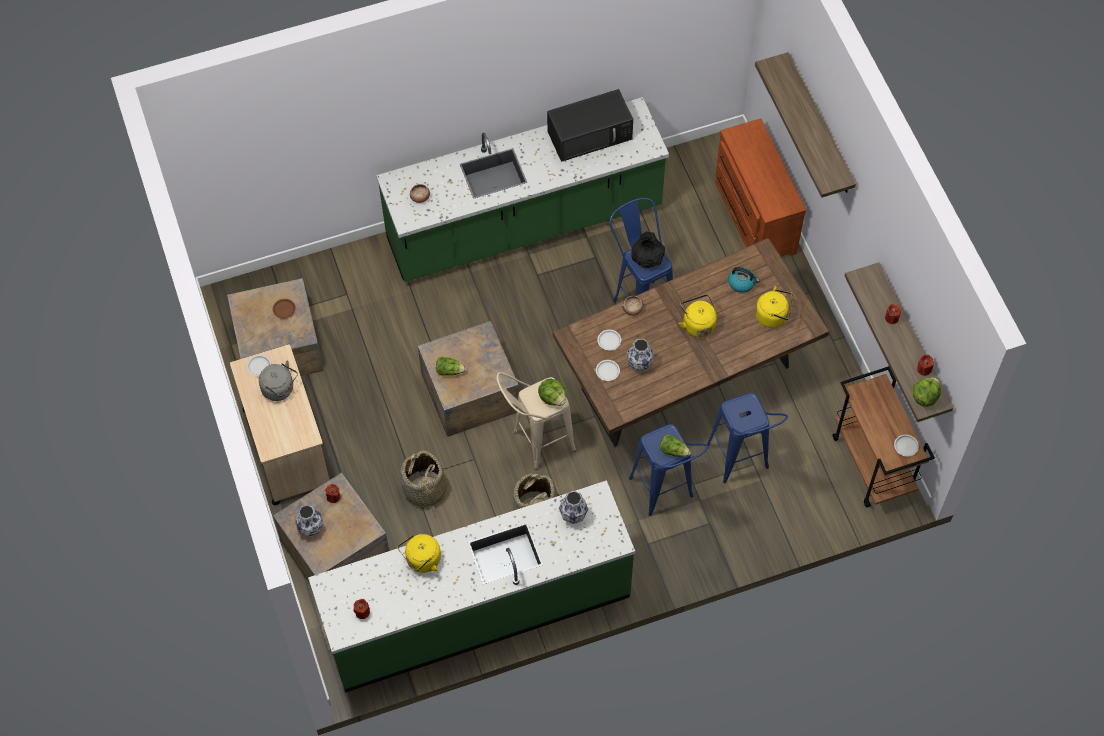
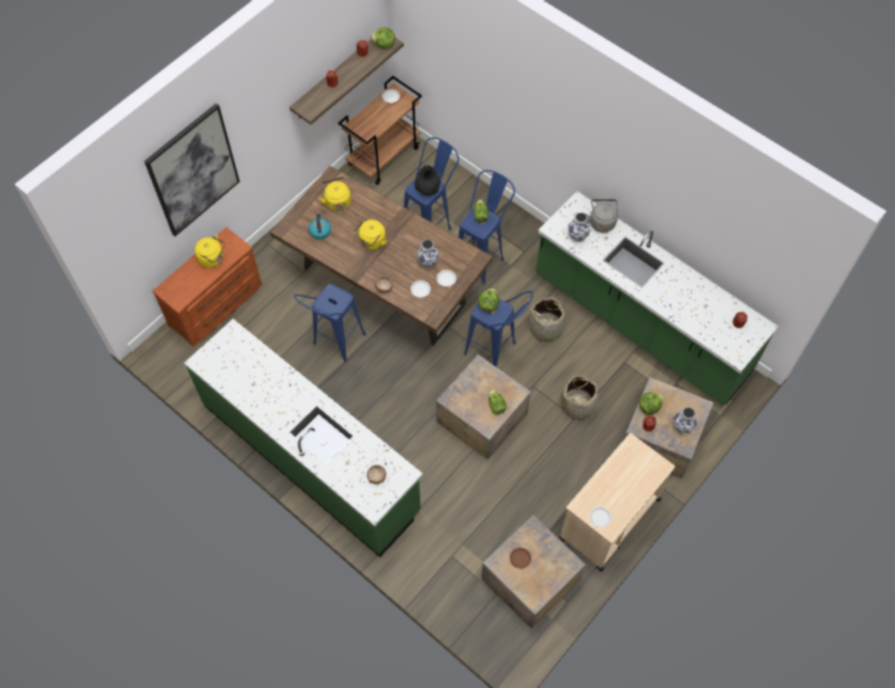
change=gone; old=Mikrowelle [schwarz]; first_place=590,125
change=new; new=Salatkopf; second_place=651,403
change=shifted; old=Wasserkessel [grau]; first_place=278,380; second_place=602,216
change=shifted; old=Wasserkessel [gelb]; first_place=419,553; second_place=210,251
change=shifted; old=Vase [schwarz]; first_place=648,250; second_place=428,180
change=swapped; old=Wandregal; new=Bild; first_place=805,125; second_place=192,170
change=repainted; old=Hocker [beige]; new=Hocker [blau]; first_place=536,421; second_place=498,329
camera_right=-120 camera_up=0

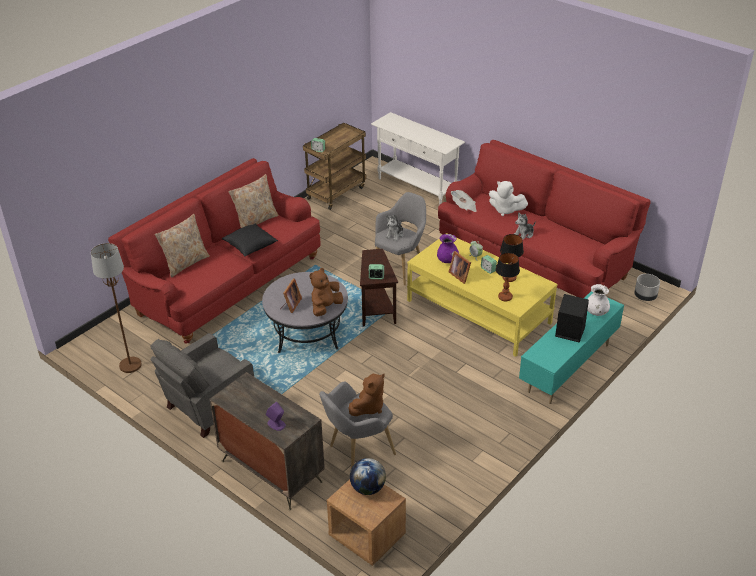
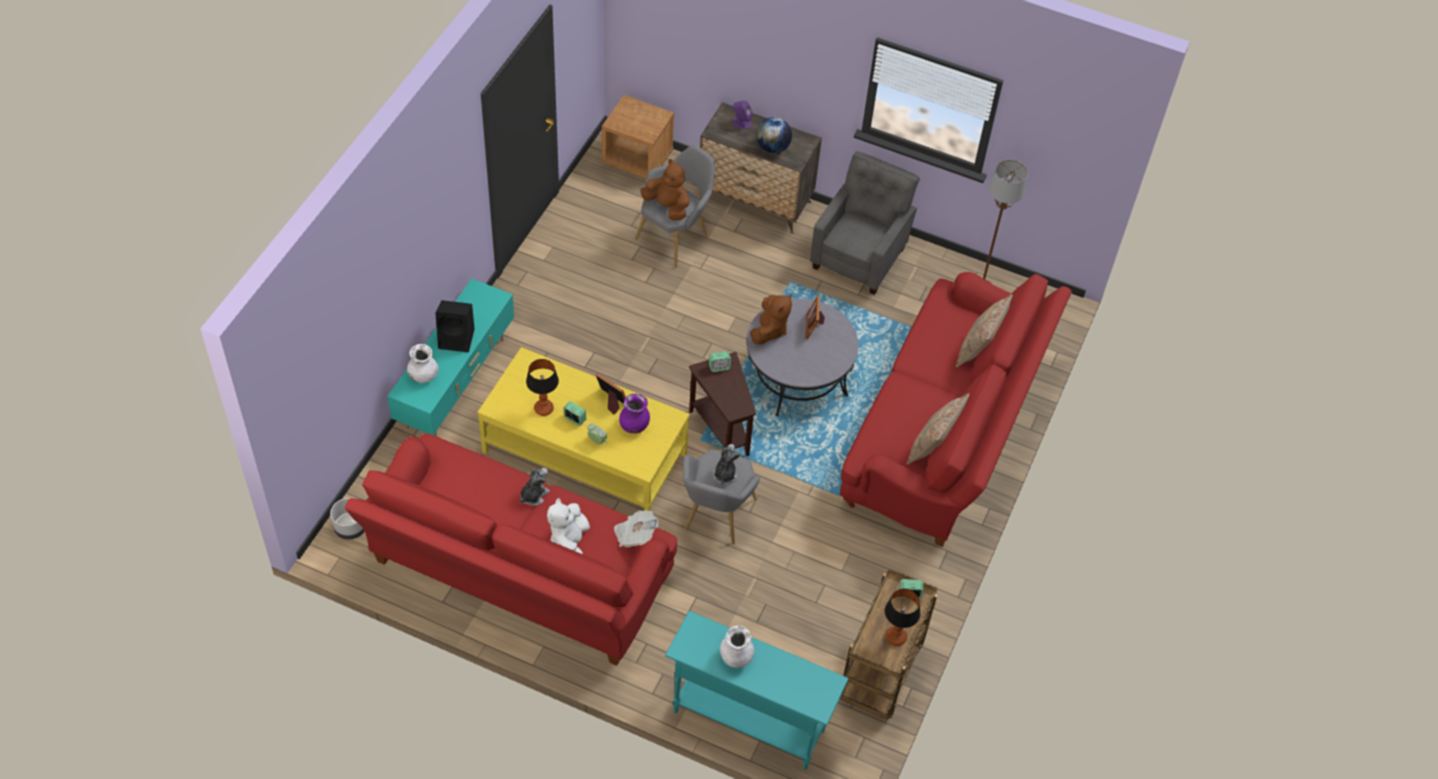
change=gone; old=Kissen [schwarz]; first_place=250,240
change=new; new=Vase [weiß]; second_place=737,646
change=shifted; old=Globus; first_place=368,476; second_place=774,135
change=shifted; old=Tischlampe; first_place=508,277; second_place=902,617
change=repainted; old=Konsolentisch [weiß]; new=Konsolentisch [türkis]; first_place=418,158; second_place=757,690
change=rotated; old=Plüschtier [braun]; first_place=367,395; second_place=665,190; degrees=105
change=rotated; old=Plüschtier [weiß]; first_place=508,198; second_place=568,526; degrees=-90
camera_right=160 camera_up=15

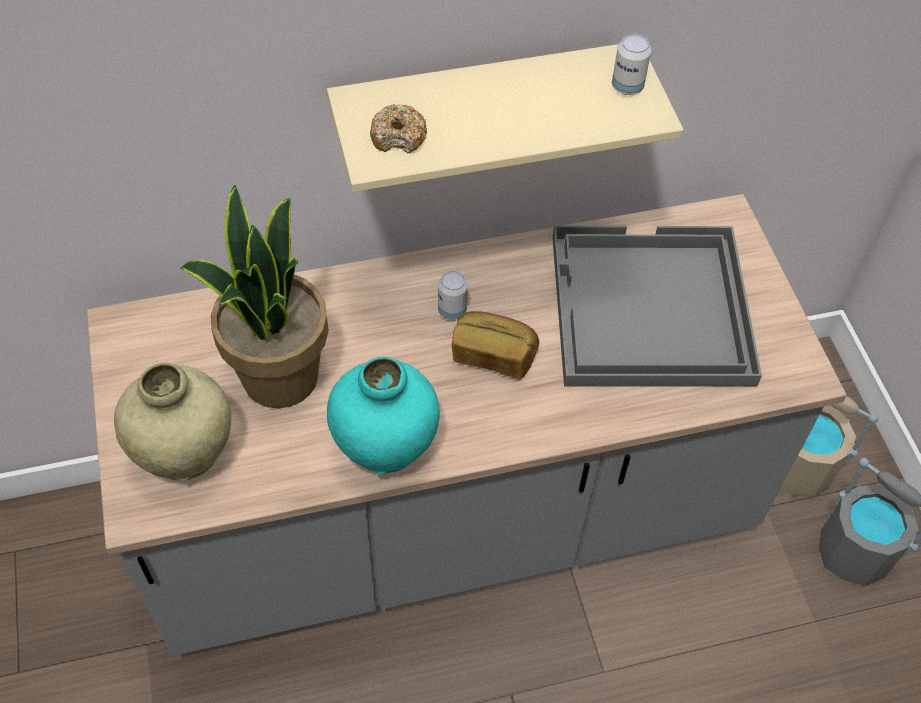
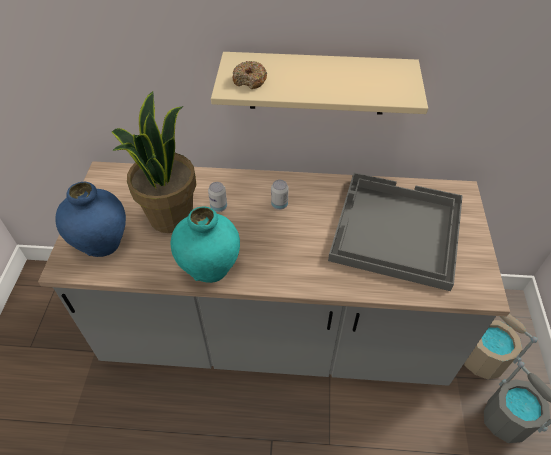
change=gone; old=Brot; first_place=495,345
change=shifted; old=Dose; first_place=631,64; second_place=217,197
change=repainted; old=Vase [beige]; new=Vase [blau]; first_place=172,422; second_place=90,219
camera_right=20 camera_up=-5

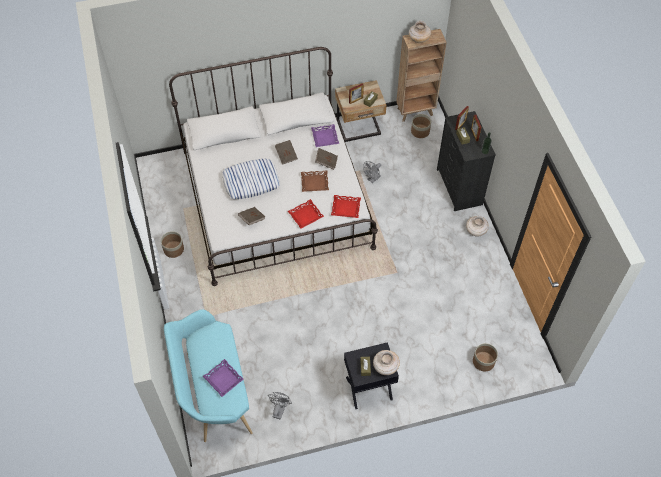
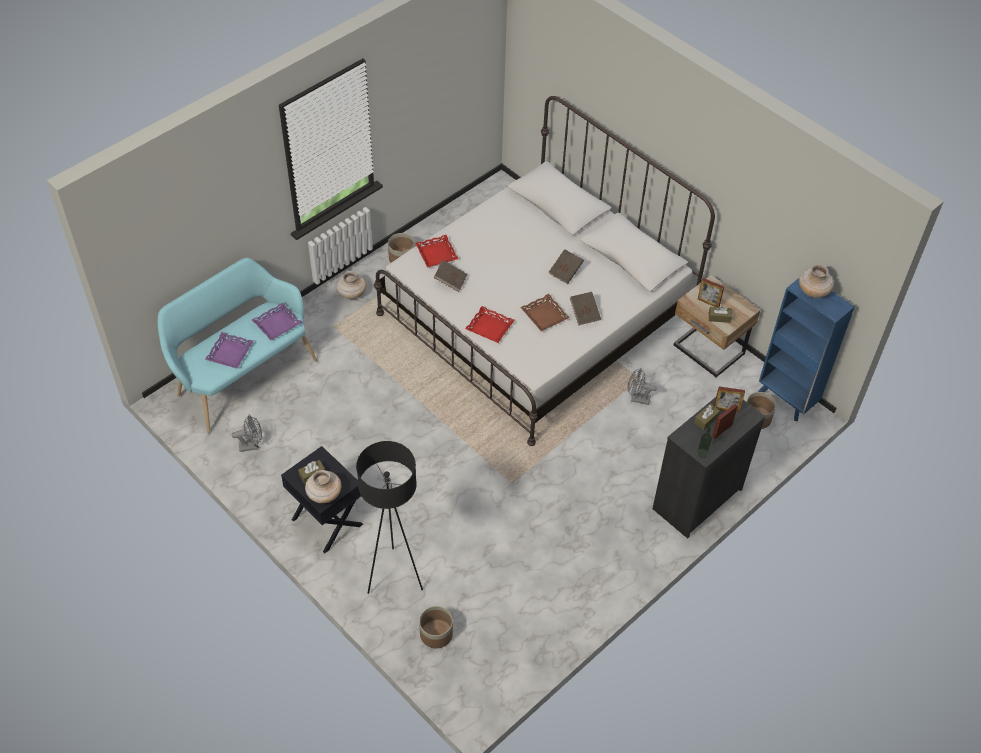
change=gone; old=Kissen; first_place=251,179
change=new; new=Stehlampe [schwarz]; second_place=389,517
change=shifted; old=Tablett [lila]; first_place=325,135; second_place=277,322
change=shifted; old=Tablett [rot]; first_place=346,206; second_place=437,251
change=shifted; old=Vase [beige]; first_place=477,226; second_place=351,285
change=repainted; old=Bücherregal [braun]; new=Bücherregal [blau]; first_place=421,75; second_place=806,349
camera_right=60 camera_up=-5

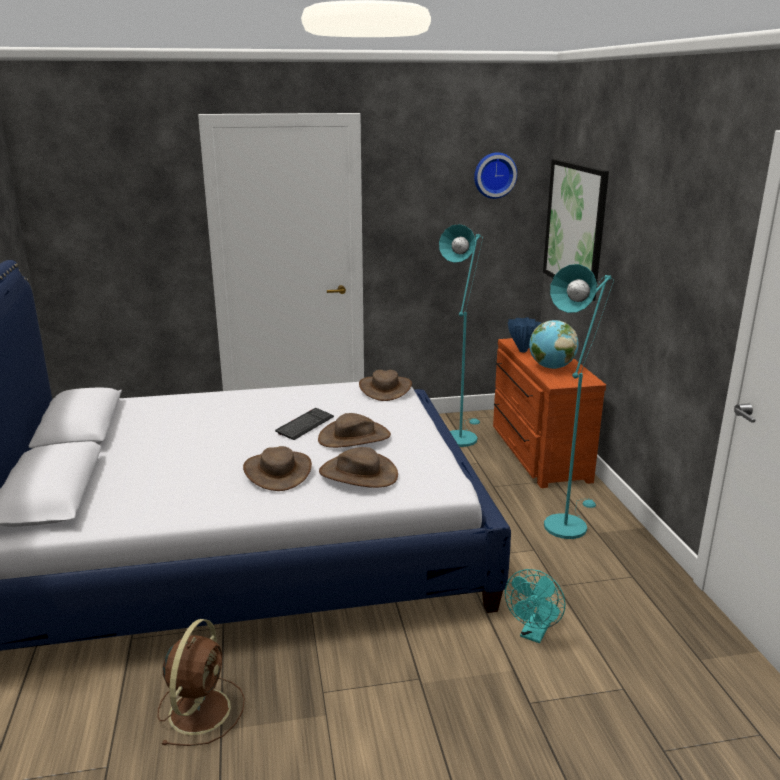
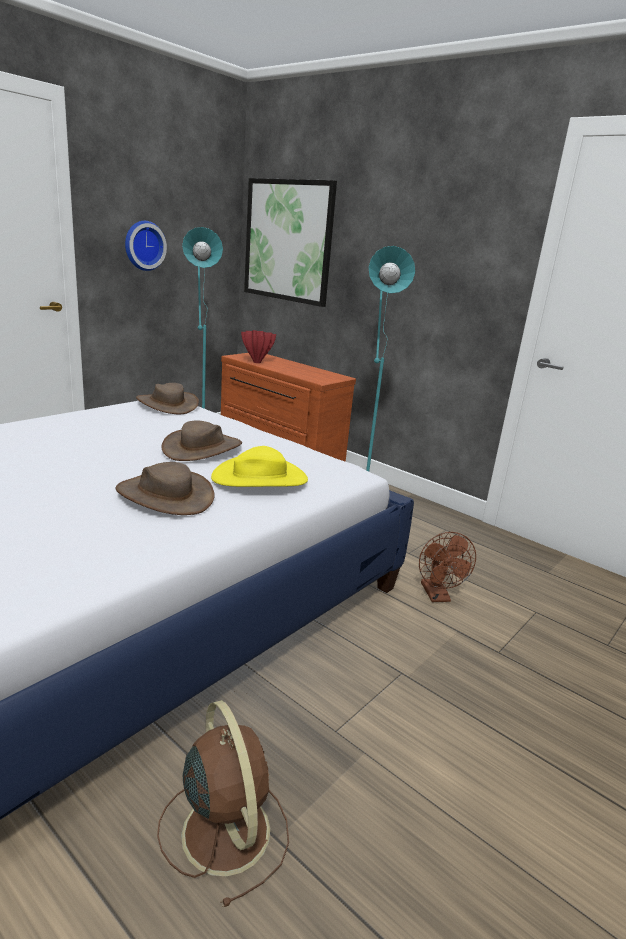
change=gone; old=Tastatur; first_place=304,424
change=gone; old=Globus; first_place=553,344
change=shifted; old=Wanduhr; first_place=495,175; second_place=146,246
change=repainted; old=Hut [braun]; new=Hut [gelb]; first_place=358,467; second_place=259,466
change=repainted; old=Ventilator [türkis]; new=Ventilator [braun]; first_place=535,606; second_place=447,567
change=repainted; old=Vase [blau]; new=Vase [rot]; first_place=524,334; second_place=258,346
camera_right=-40 camera_up=0

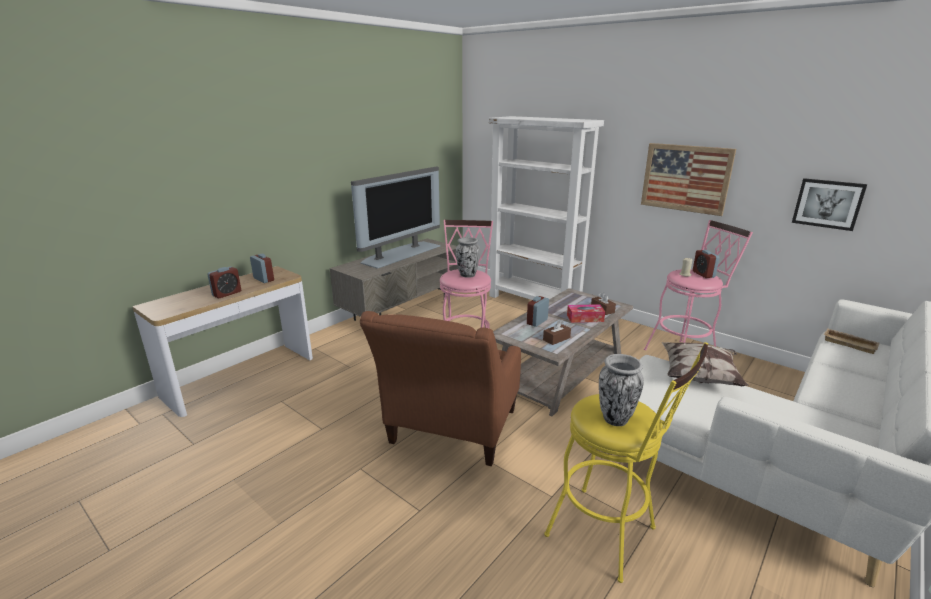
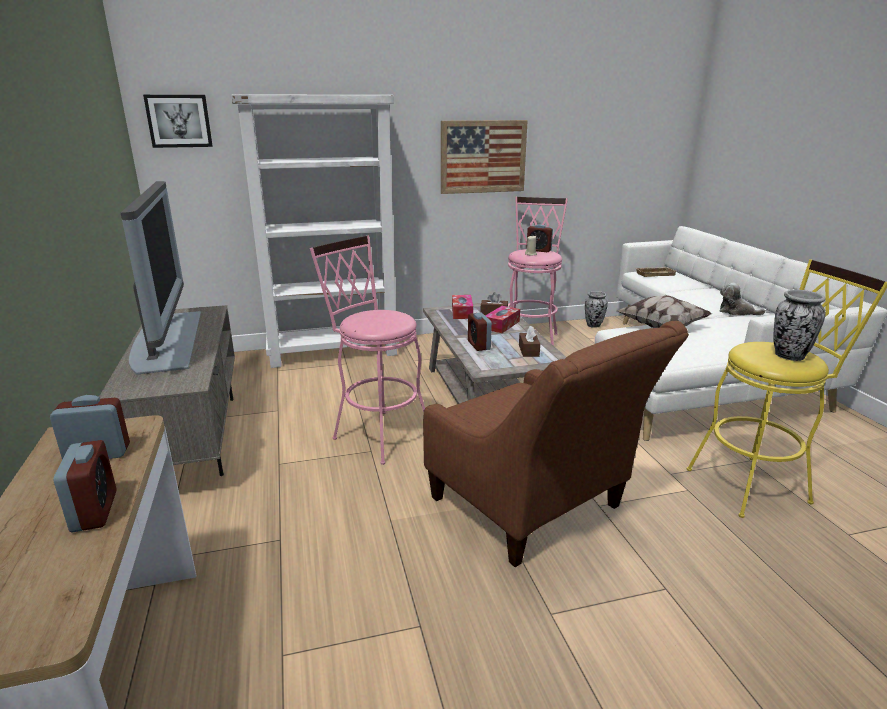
change=new; new=Taschentuchbox; second_place=462,307
change=new; new=Plüschtier; second_place=742,299
change=shifted; old=Vase; first_place=468,257; second_place=596,309
change=shifted; old=Bild; first_place=829,204; second_place=178,121
camera_right=-55 camera_up=0

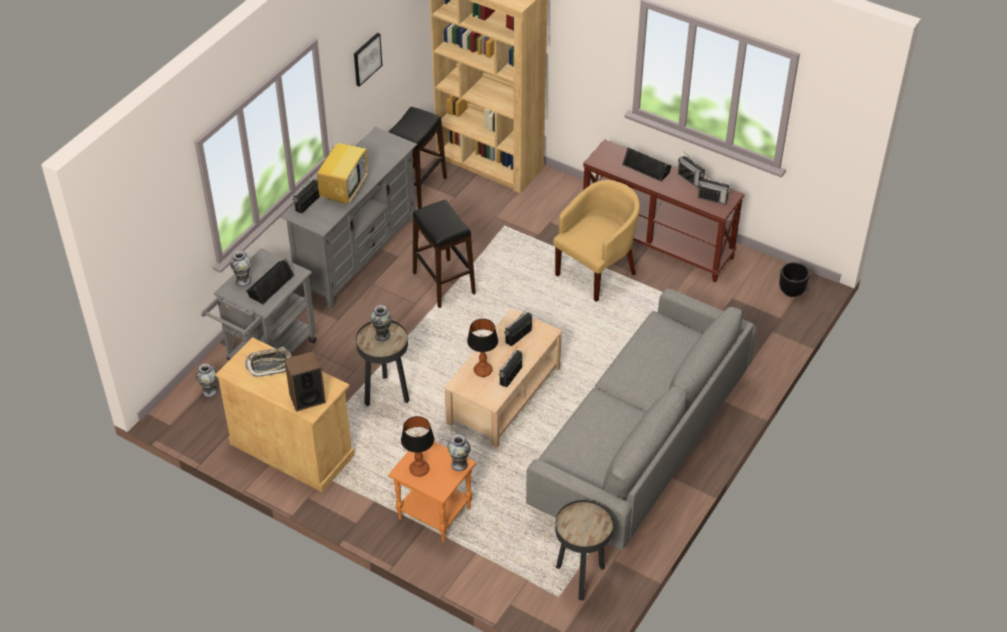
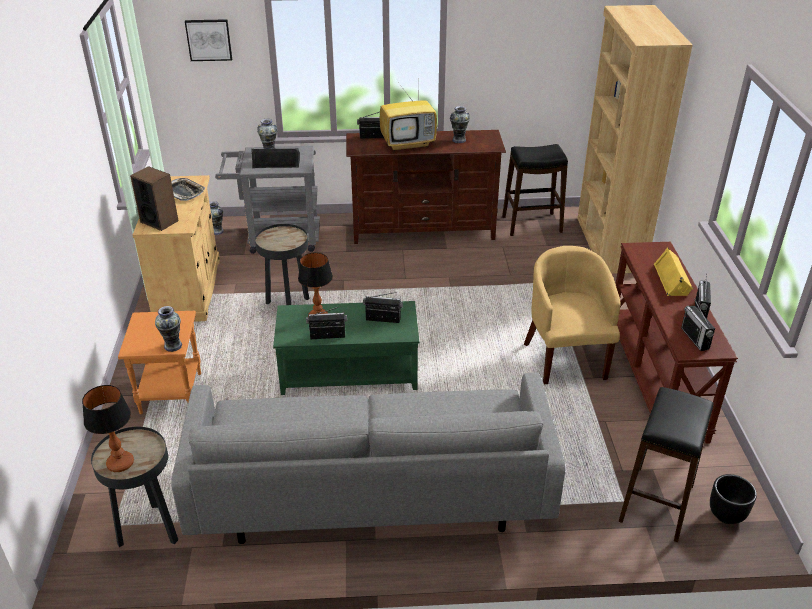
change=shifted; old=Bild; first_place=368,60; second_place=208,40
change=shifted; old=Vase; first_place=381,323; second_place=460,124
change=shifted; old=Tischlampe; first_place=417,446; second_place=108,428
change=shifted; old=Hocker [schwarz]; first_place=444,254; second_place=666,464
change=repainted; old=Fernsehschrank [grau]; new=Fernsehschrank [braun]; first_place=348,218; second_place=426,187
change=repainted; old=Couchtisch [beige]; new=Couchtisch [grün]; first_place=503,378; second_place=346,348
change=repainted; old=Lautsprecher [schwarz]; new=Lautsprecher [gelb]; first_place=647,164; second_place=673,271
change=rotated; old=Sessel [gelb]; first_place=596,241; second_place=572,315; degrees=-105
camera_right=55 camera_up=-10

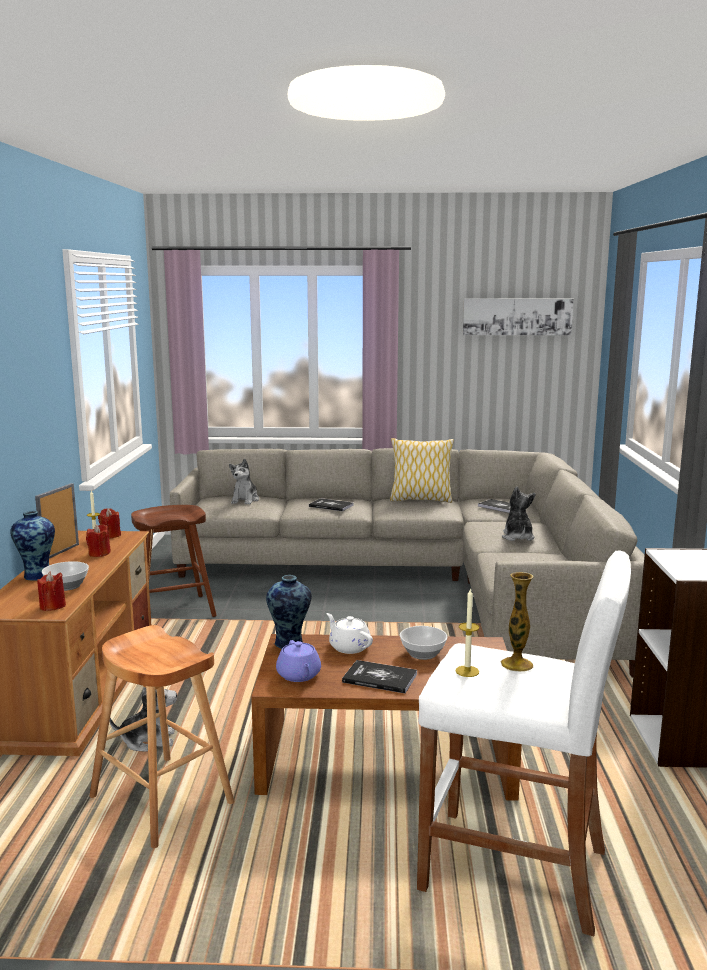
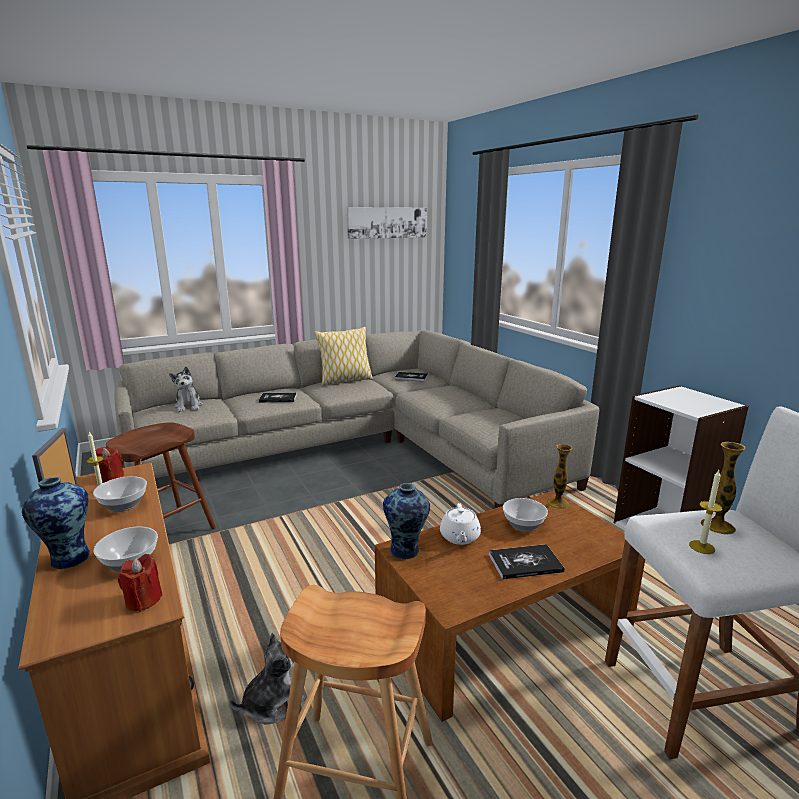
change=gone; old=Teekanne [lila]; first_place=298,661
change=gone; old=Plüschtier; first_place=519,513
change=new; new=Vase; second_place=560,476
change=swapped; old=Kerze [rot]; new=Schüssel; first_place=98,540; second_place=120,494
change=rotated; old=Teekanne [weiß]; first_place=350,633; second_place=460,524; degrees=-105
camera_right=-30 camera_up=5

